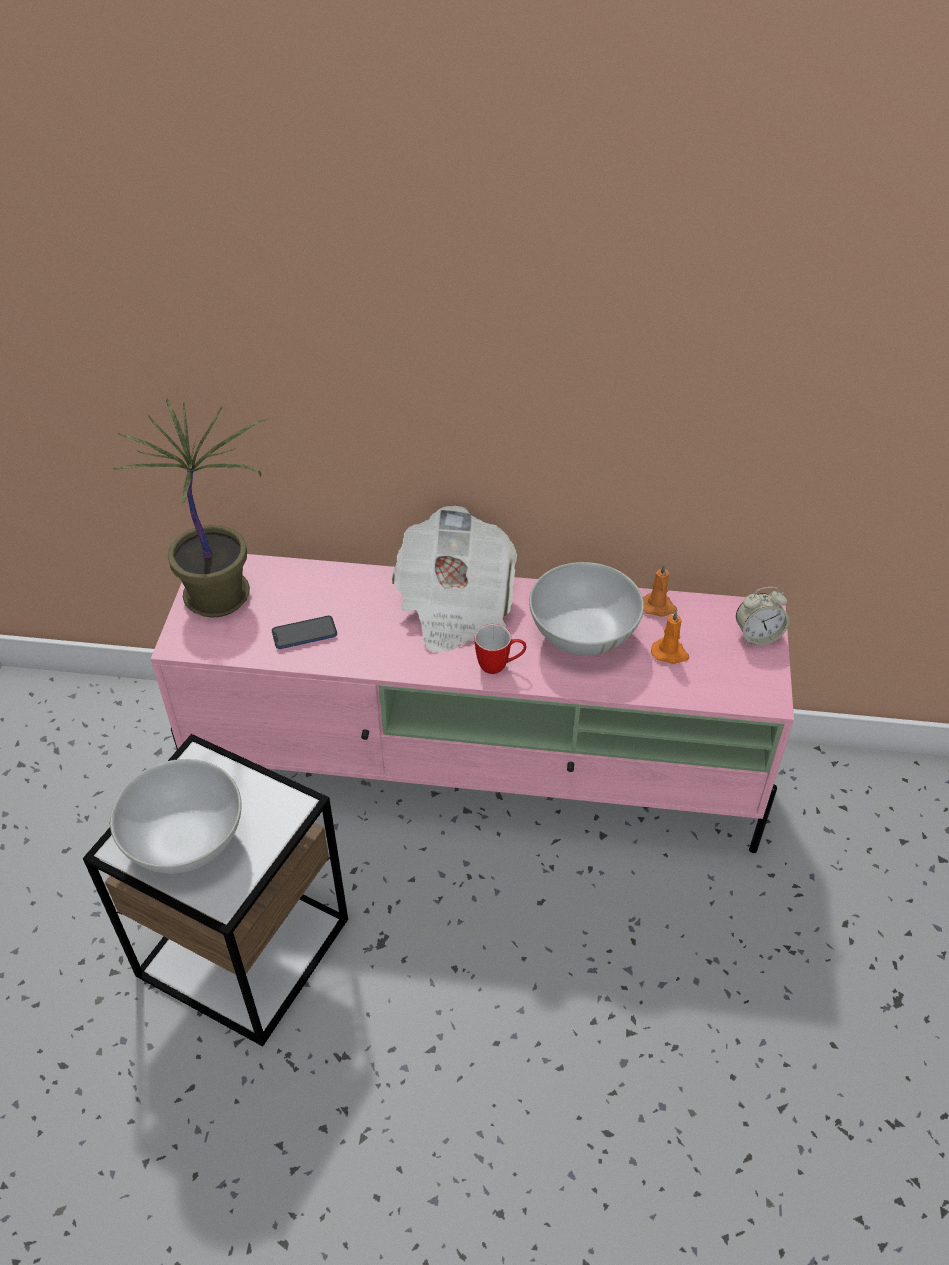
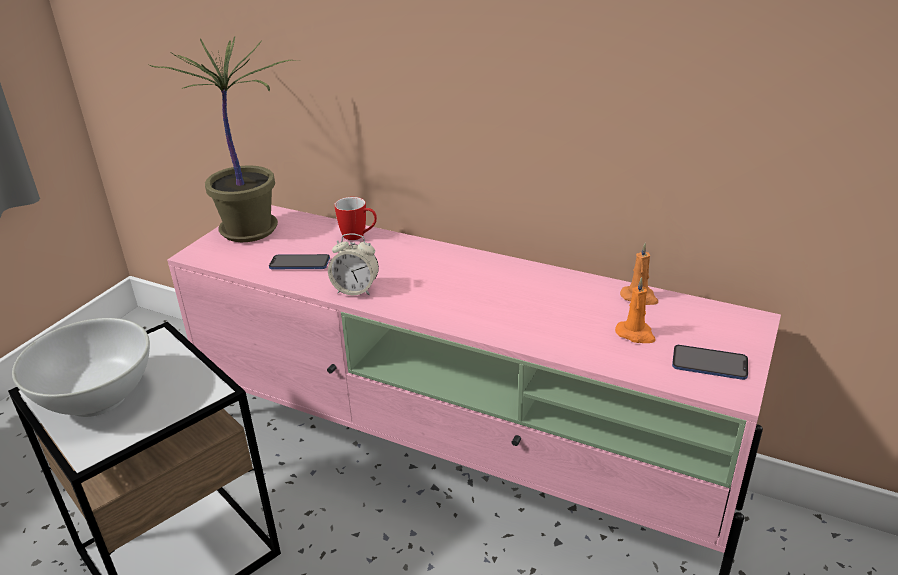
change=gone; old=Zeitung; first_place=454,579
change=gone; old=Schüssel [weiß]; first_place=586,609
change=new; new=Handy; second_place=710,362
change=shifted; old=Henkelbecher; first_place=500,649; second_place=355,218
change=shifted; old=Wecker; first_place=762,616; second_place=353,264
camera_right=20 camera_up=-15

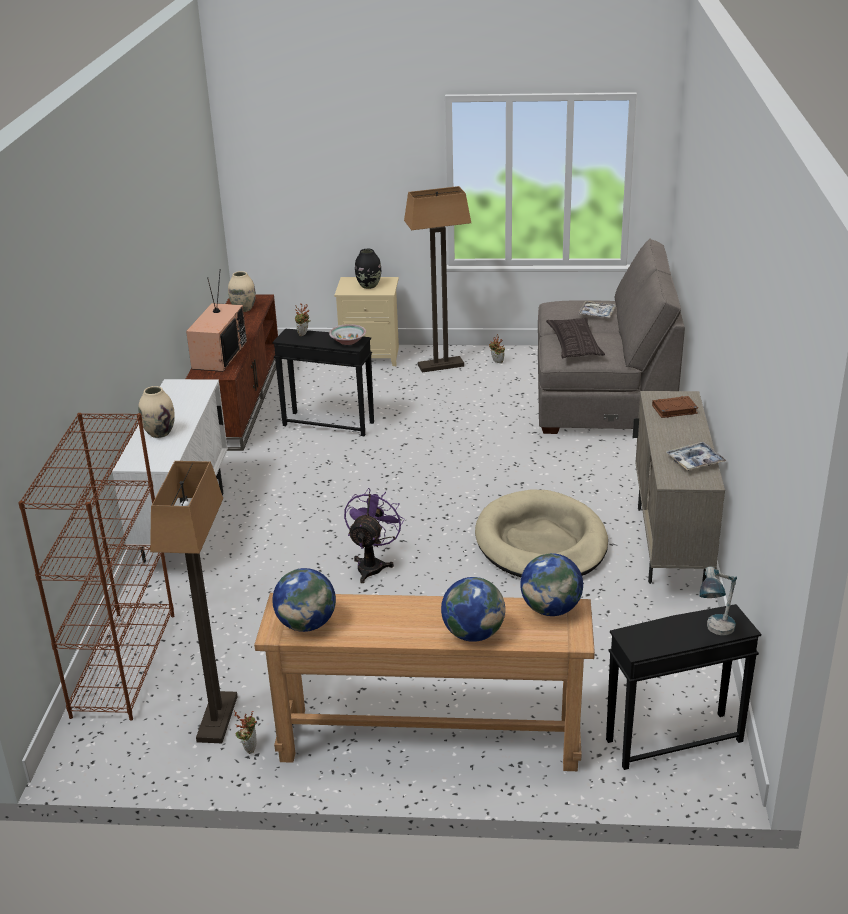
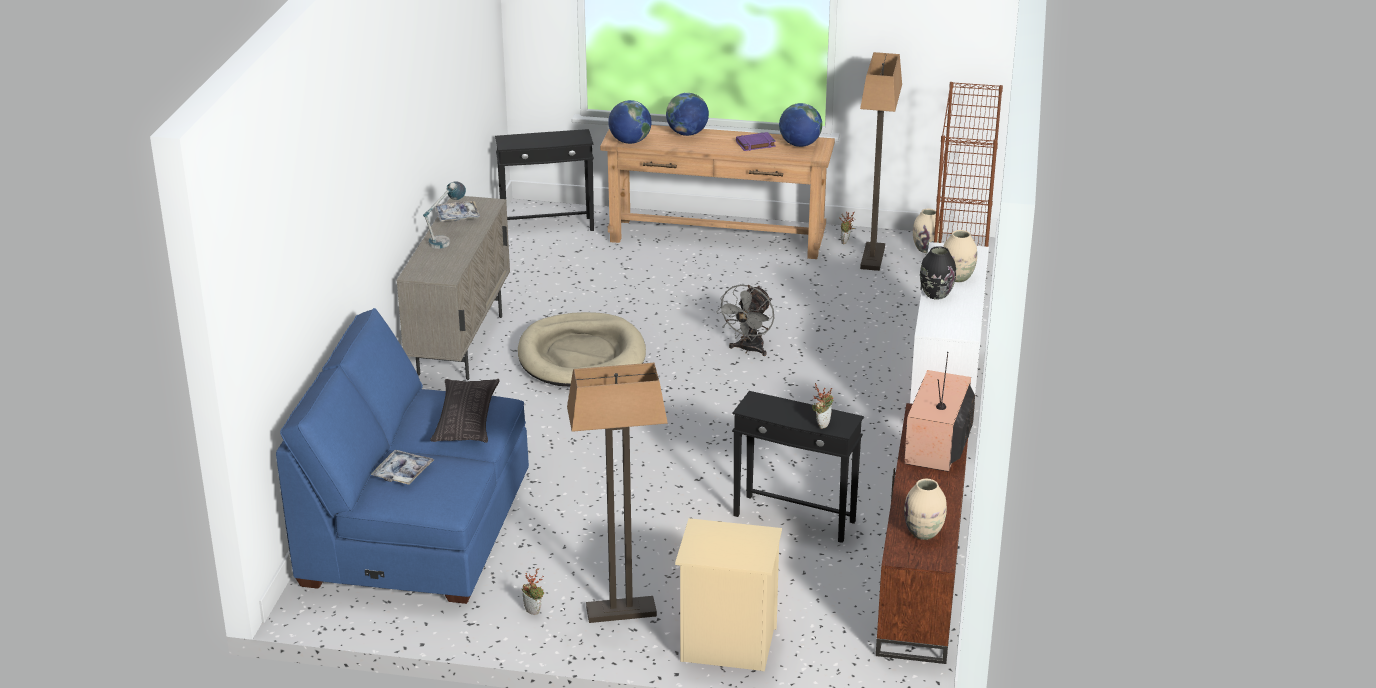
change=gone; old=Schüssel; first_place=347,334
change=gone; old=Buch [braun]; first_place=675,407
change=new; new=Buch [lila]; second_place=756,141
change=new; new=Vase [beige]; second_place=928,230
change=shifted; old=Vase [schwarz]; first_place=368,269; second_place=938,273
change=shifted; old=Tischlampe; first_place=718,601; second_place=444,215
change=repainted; old=Ventilator [lila]; new=Ventilator [grau]; first_place=374,535; second_place=745,320
change=repainted; old=Sofa [grau]; new=Sofa [blau]; first_place=611,336; second_place=402,456
camera_right=-175 camera_up=0

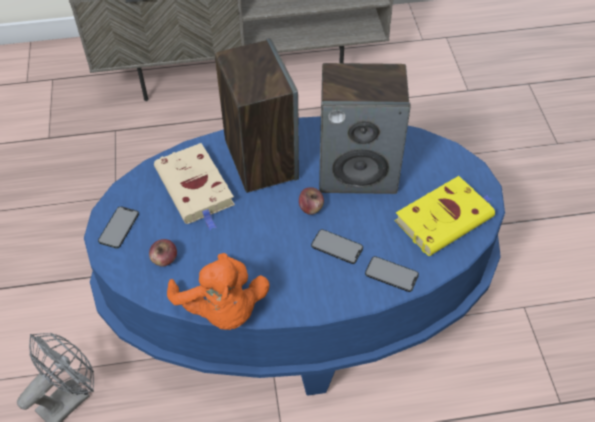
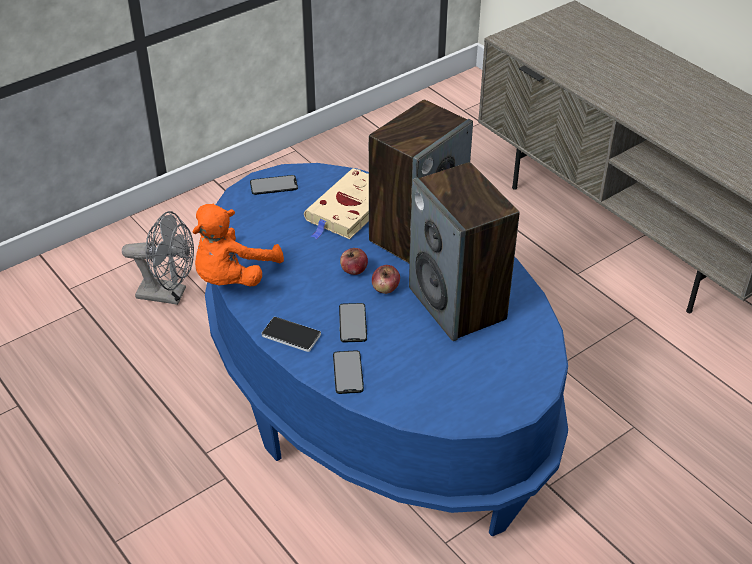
change=gone; old=Buch [gelb]; first_place=445,216
change=new; new=Handy; second_place=291,334
change=shifted; old=Apfel; first_place=163,253; second_place=354,261
camera_right=60 camera_up=-10

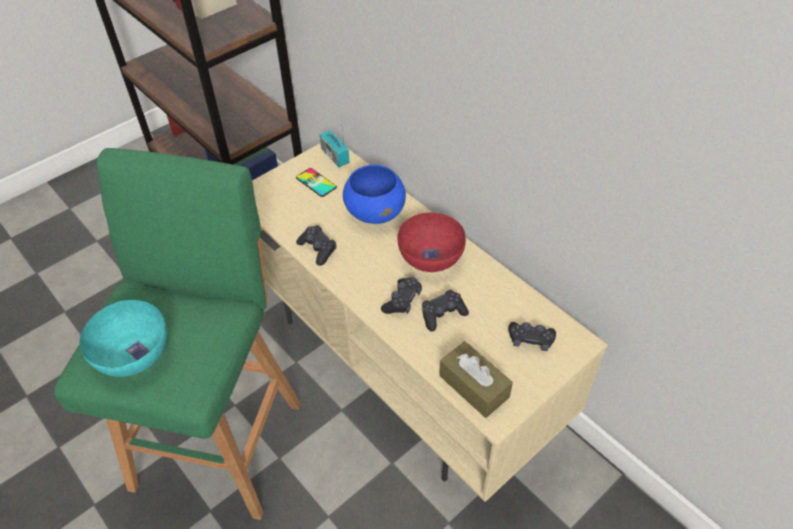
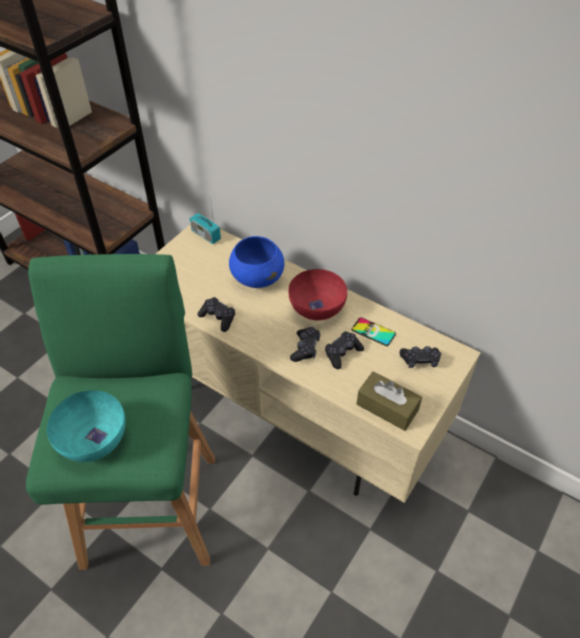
change=shifted; old=Handy; first_place=316,182; second_place=374,331
camera_right=-15 camera_up=0

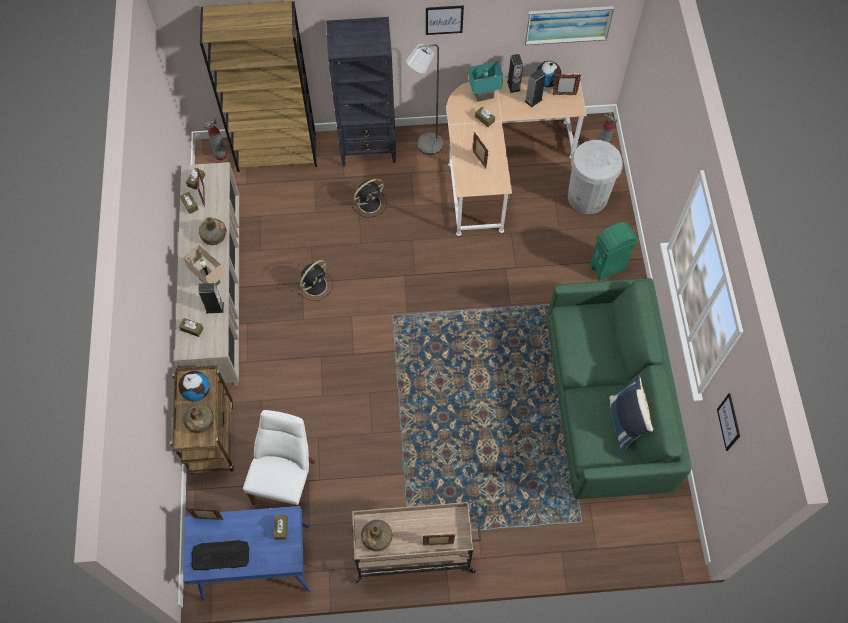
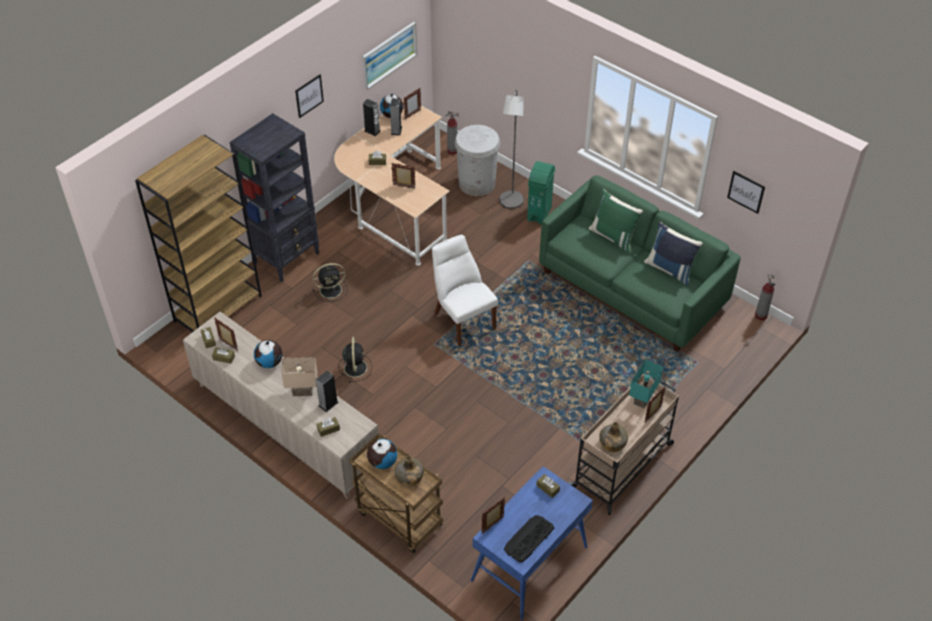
change=new; new=Kissen [grün]; second_place=615,221
change=shifted; old=Feuerlöscher; first_place=215,139; second_place=765,297
change=shifted; old=Stuhl [weiß]; first_place=279,458; second_place=465,290
change=shifted; old=Stehlampe [grau]; first_place=424,99; second_place=511,149
change=shifted; old=Tischlampe [türkis]; first_place=486,81; second_place=646,384
change=swapped; old=Flasche [grün]; new=Globus; first_place=213,231; second_place=268,354
change=rotated; old=Ventilator [schwarz]; first_place=369,198; second_place=330,282; degrees=60
camera_right=-45 camera_up=-15

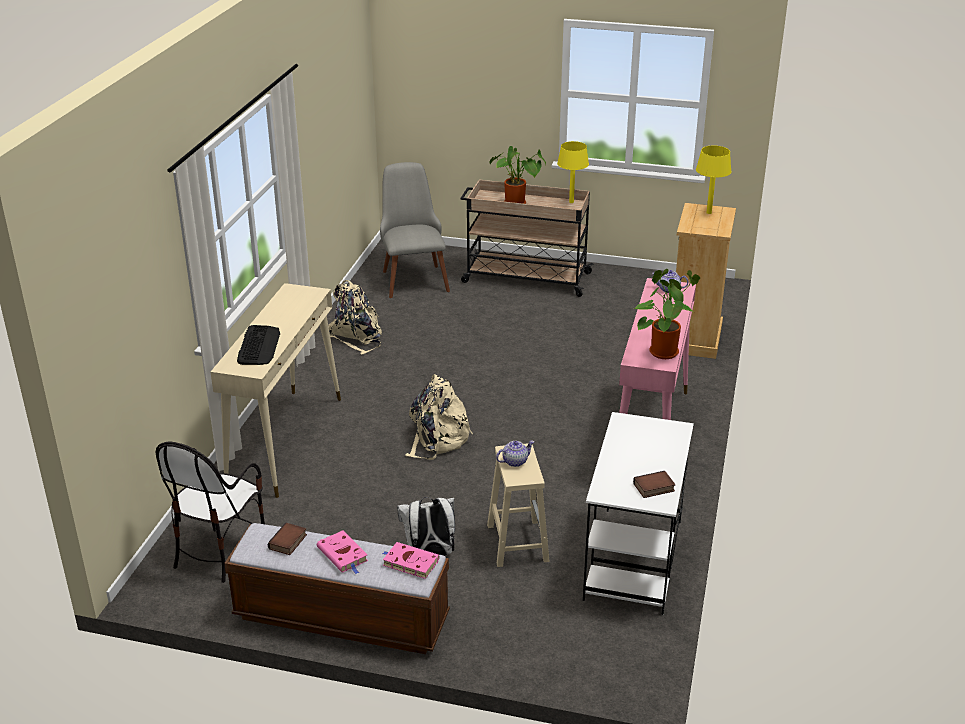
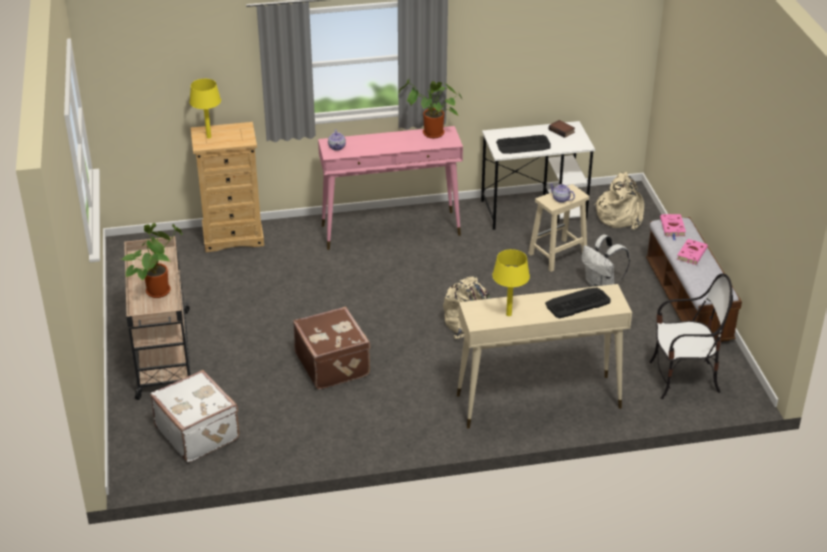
change=gone; old=Buch; first_place=287,538
change=new; new=Koffer [braun]; second_place=331,348
change=new; new=Tastatur; second_place=523,144
change=shifted; old=Rucksack [beige]; first_place=355,317; second_place=619,201
change=shifted; old=Tischlampe [gelb]; first_place=573,172; second_place=511,282
change=swapped; old=Stuhl [grau]; new=Koffer [weiß]; first_place=415,230; second_place=194,416
camera_right=-115 camera_up=5

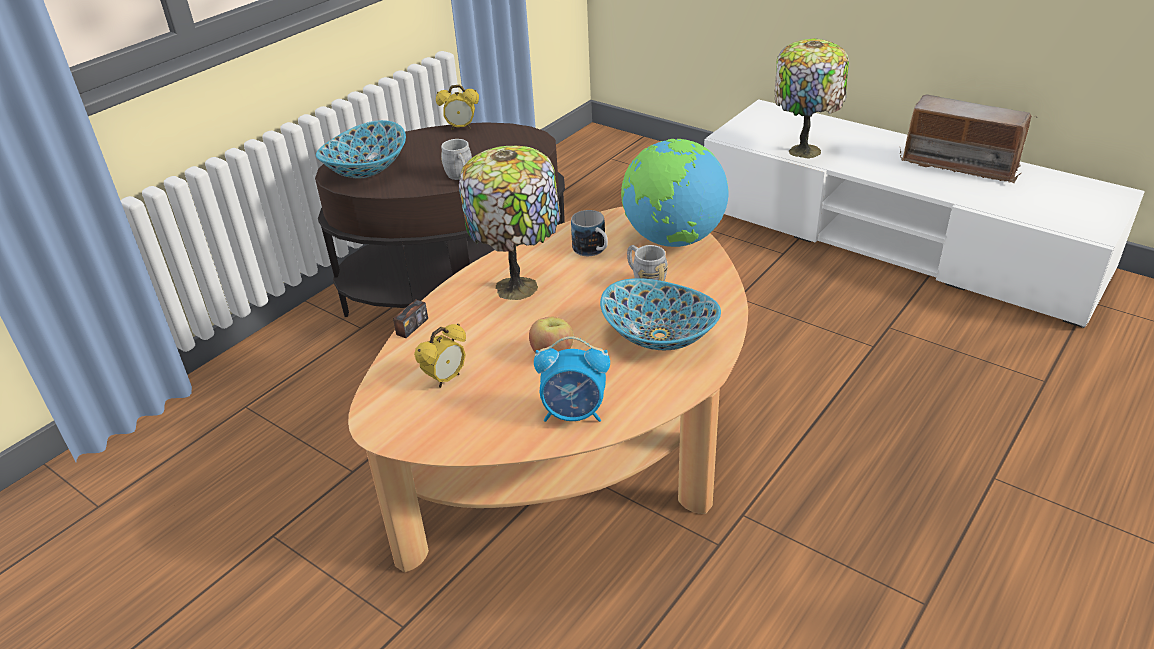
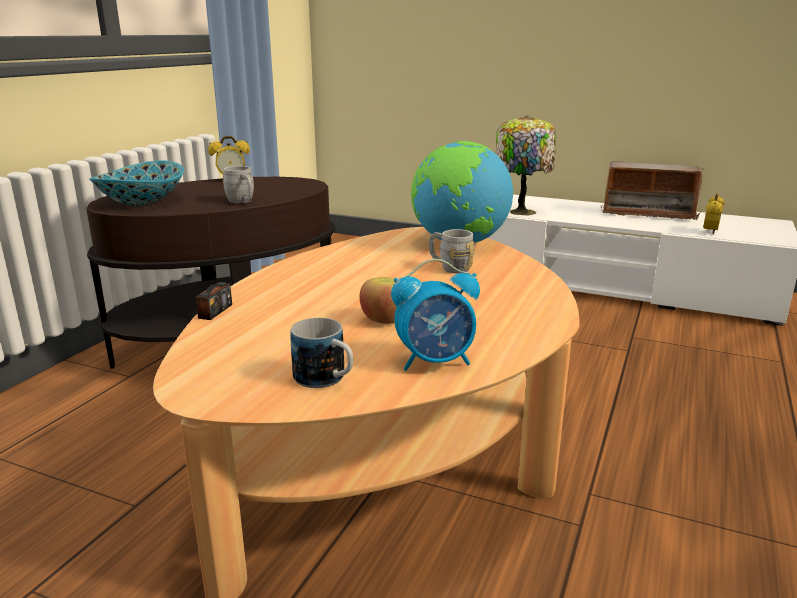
change=gone; old=Tischlampe; first_place=509,223
change=gone; old=Schüssel; first_place=660,314
change=shifted; old=Wecker; first_place=440,356; second_place=713,213
change=shifted; old=Henkelbecher; first_place=589,233; second_place=321,353
camera_right=-15 camera_up=-15

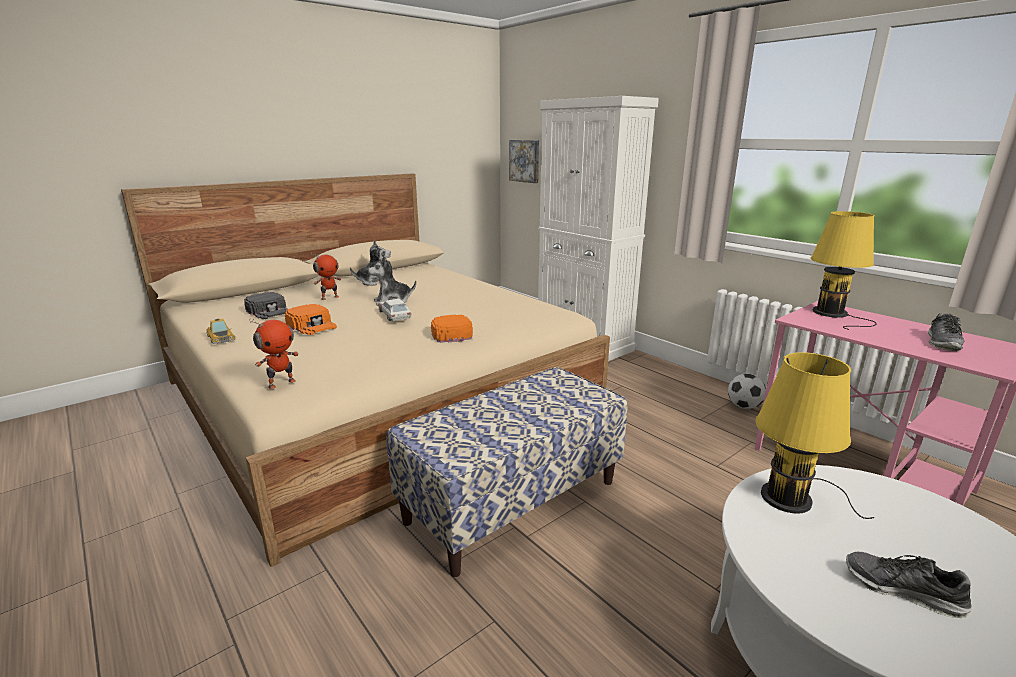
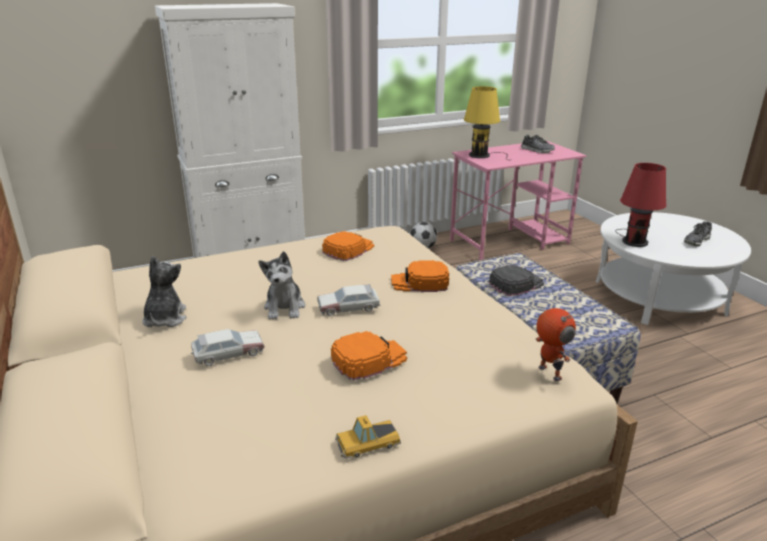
change=gone; old=Bild; first_place=524,161
change=new; new=Kappe [orange]; second_place=348,246
change=shifted; old=Kappe [schwarz]; first_place=265,305; second_place=516,280
change=swapped; old=Spielzeugroboter; new=Spielzeugauto; first_place=326,276; second_place=228,347
change=repainted; old=Tischlampe [gelb]; new=Tischlampe [rot]; first_place=814,435; second_place=641,205
camera_right=-75 camera_up=5

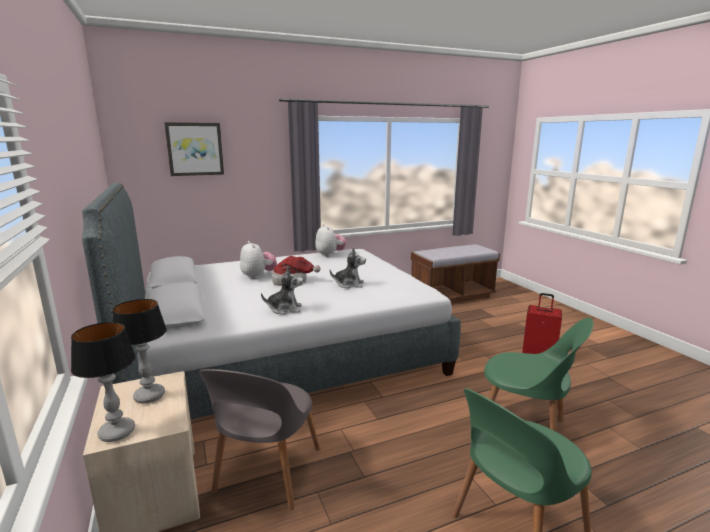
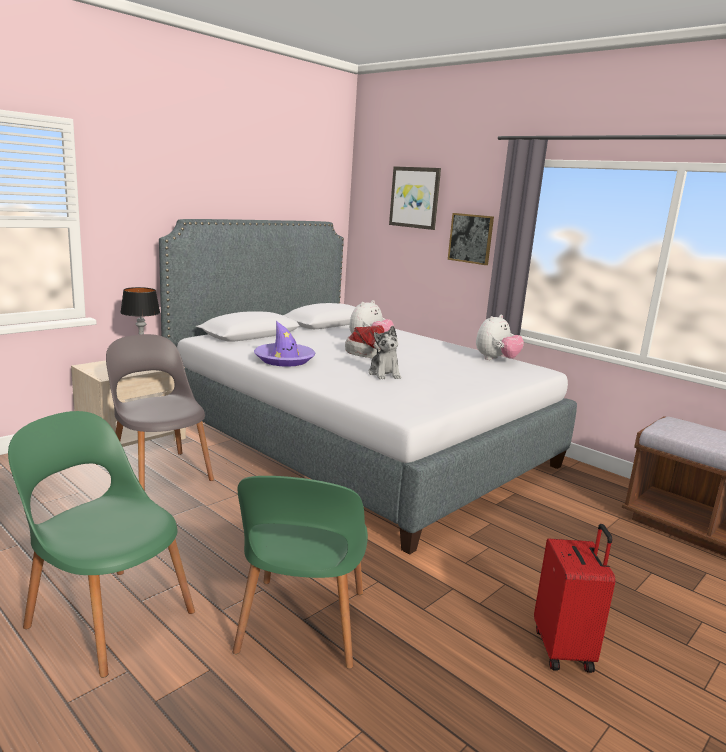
change=gone; old=Tischlampe; first_place=103,382
change=new; new=Bild; second_place=471,239
change=swapped; old=Plüschtier; new=Hut [lila]; first_place=282,291; second_place=285,344
change=rotated; old=Stuhl [grau]; first_place=259,439; second_place=160,412; degrees=60
camera_right=65 camera_up=0

